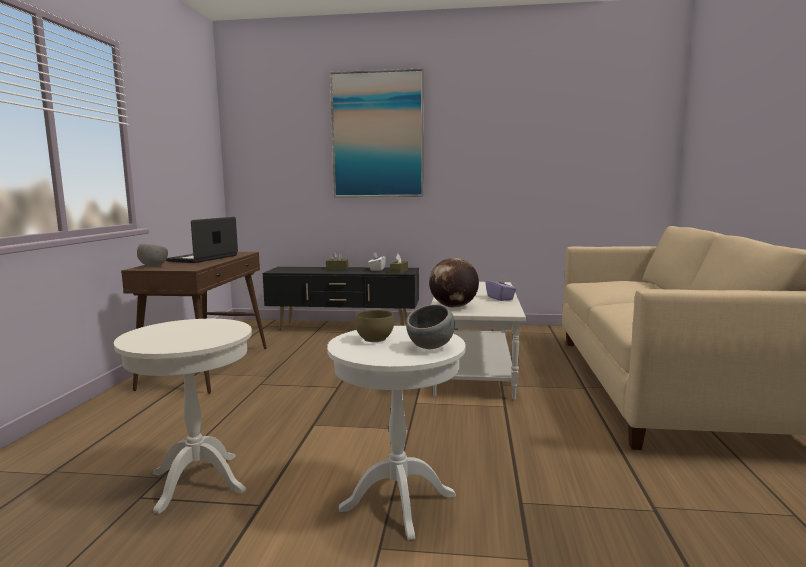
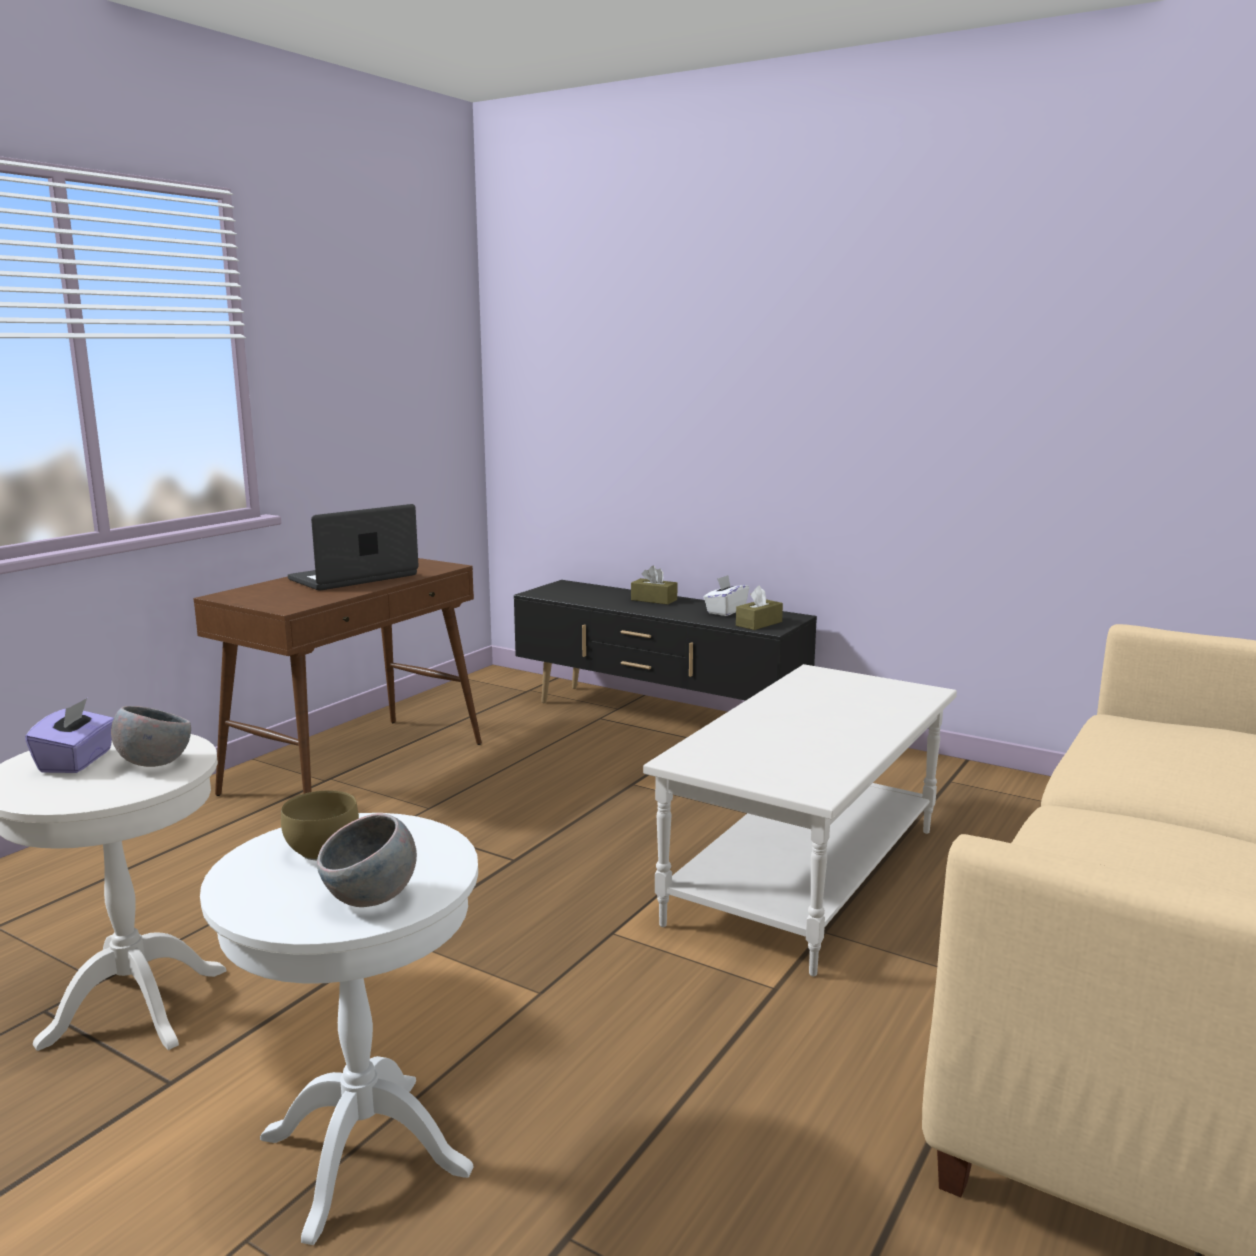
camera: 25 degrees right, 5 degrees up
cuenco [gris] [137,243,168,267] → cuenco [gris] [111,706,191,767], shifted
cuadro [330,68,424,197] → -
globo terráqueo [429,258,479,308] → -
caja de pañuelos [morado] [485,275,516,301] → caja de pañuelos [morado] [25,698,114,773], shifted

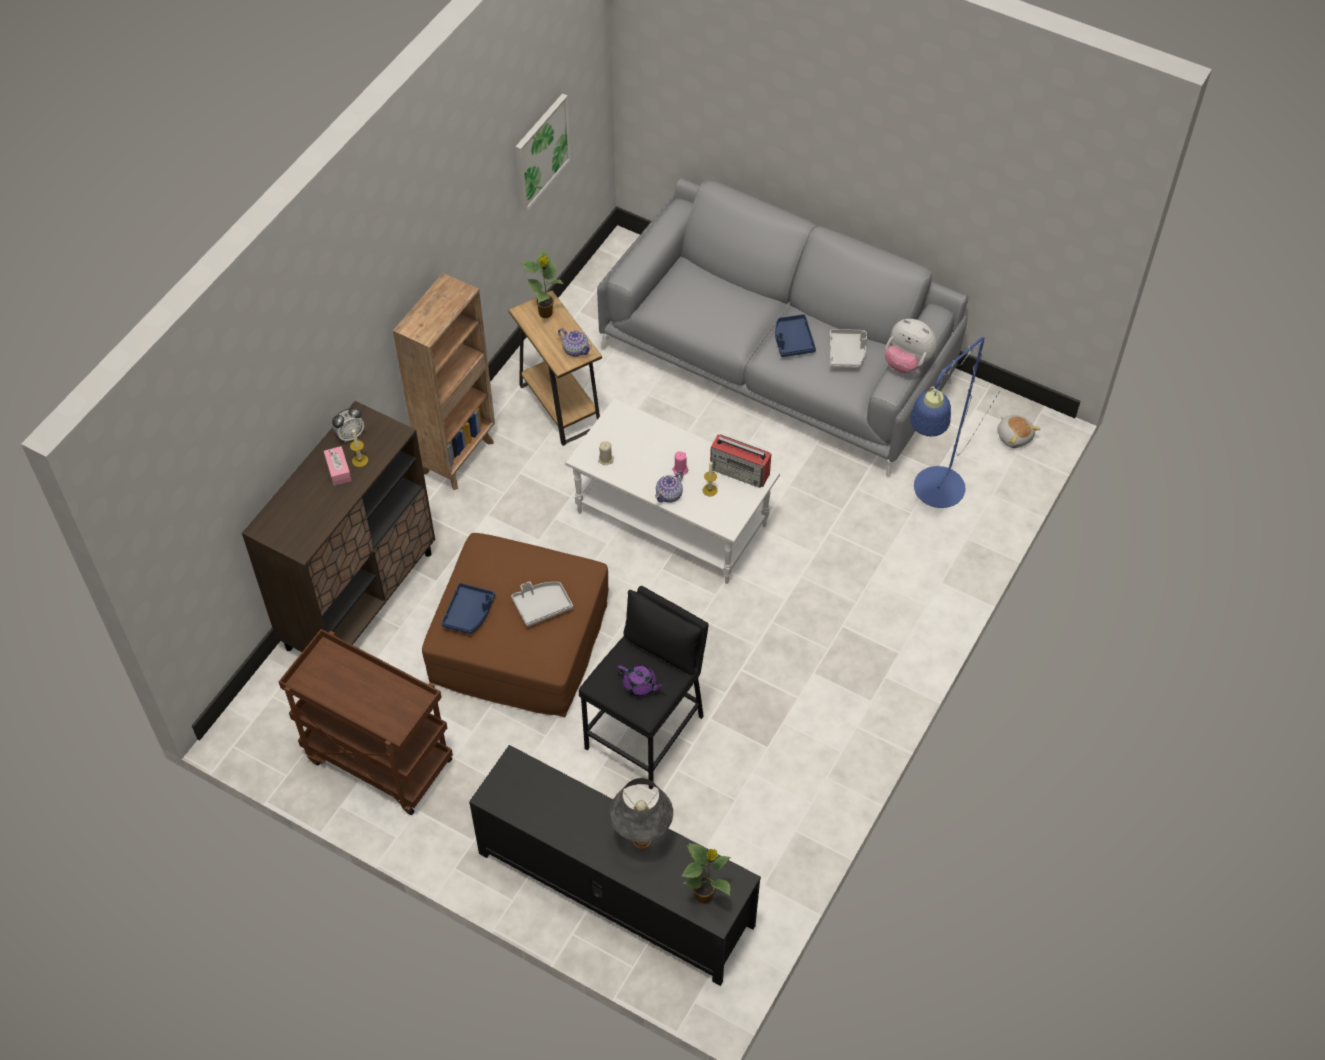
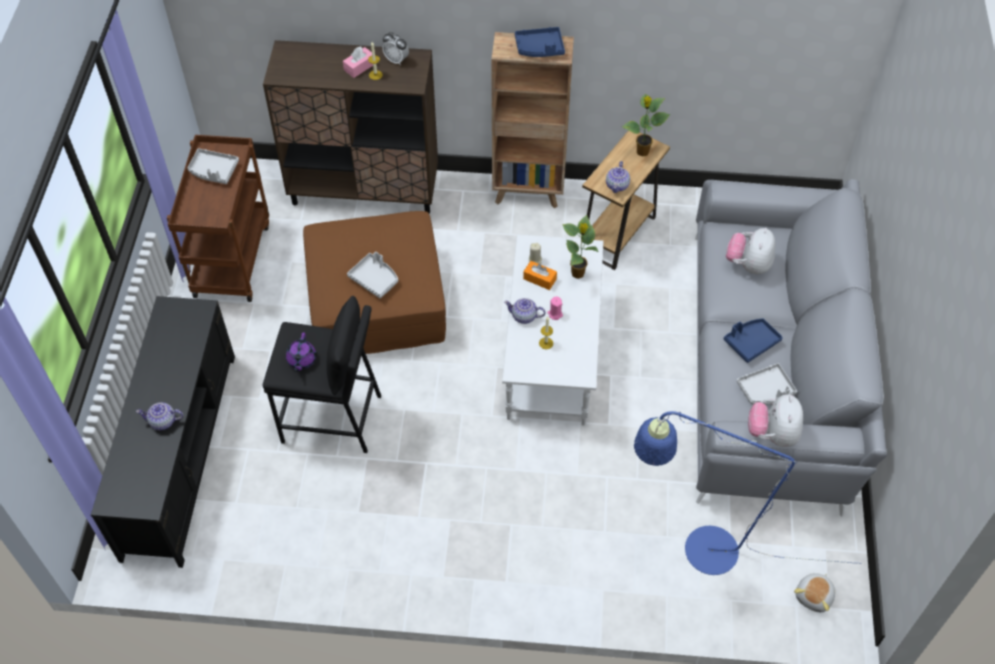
camera: 65 degrees right, 0 degrees up
bandeja [azul] [441,583,495,634] → bandeja [azul] [515,27,565,57], shifted
cuadro [515,93,571,212] → -
lámpara de mesa [gris] [609,778,673,849] → tetera [136,402,183,430]
planta en maceta [681,843,731,904] → planta en maceta [562,215,599,279], shifted
radio [710,434,771,488] → -
- → bandeja [gris] [187,148,239,184]
- → caja de pañuelos [naranja] [523,261,557,290]
- → peluche [726,228,775,274]

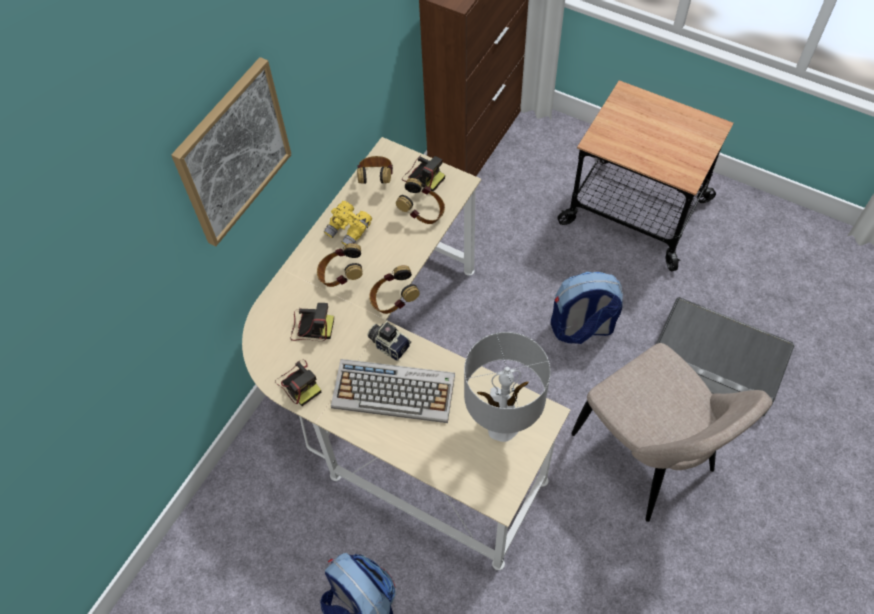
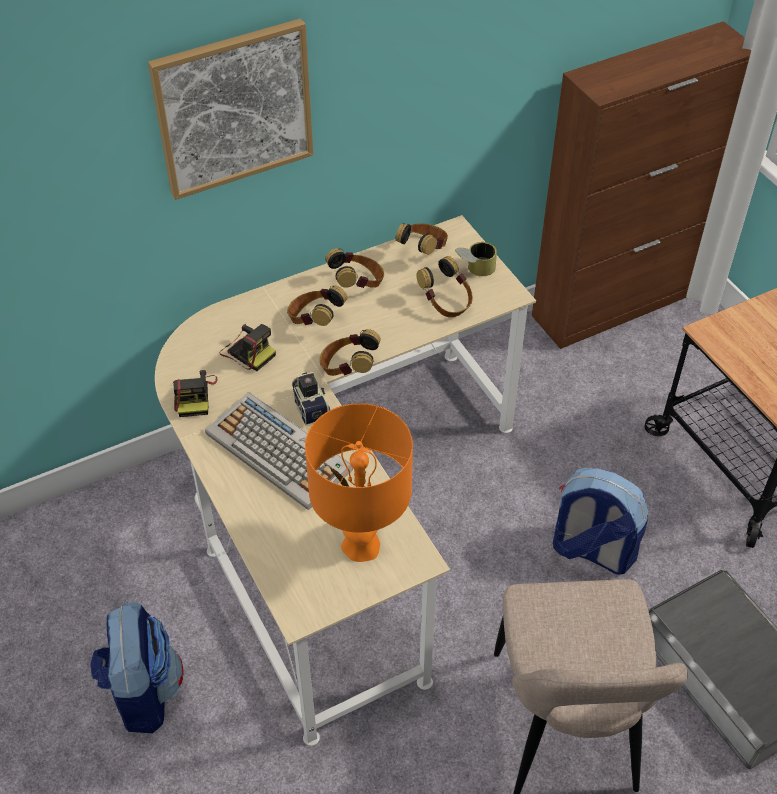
camera: 30 degrees right, 10 degrees down
prismáticos [amarillo] [324,201,372,245] → auriculares [325,248,384,288]
cámara [402,156,445,191] → lata [455,242,497,276]
lámpara de mesa [gris] [464,332,551,442] → lámpara de mesa [naranja] [305,403,413,562]

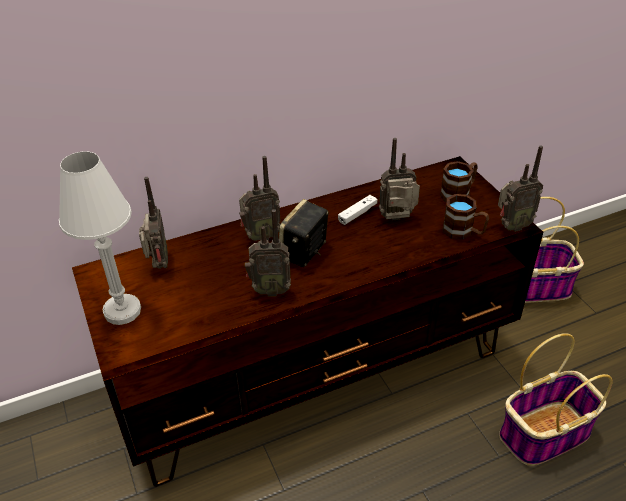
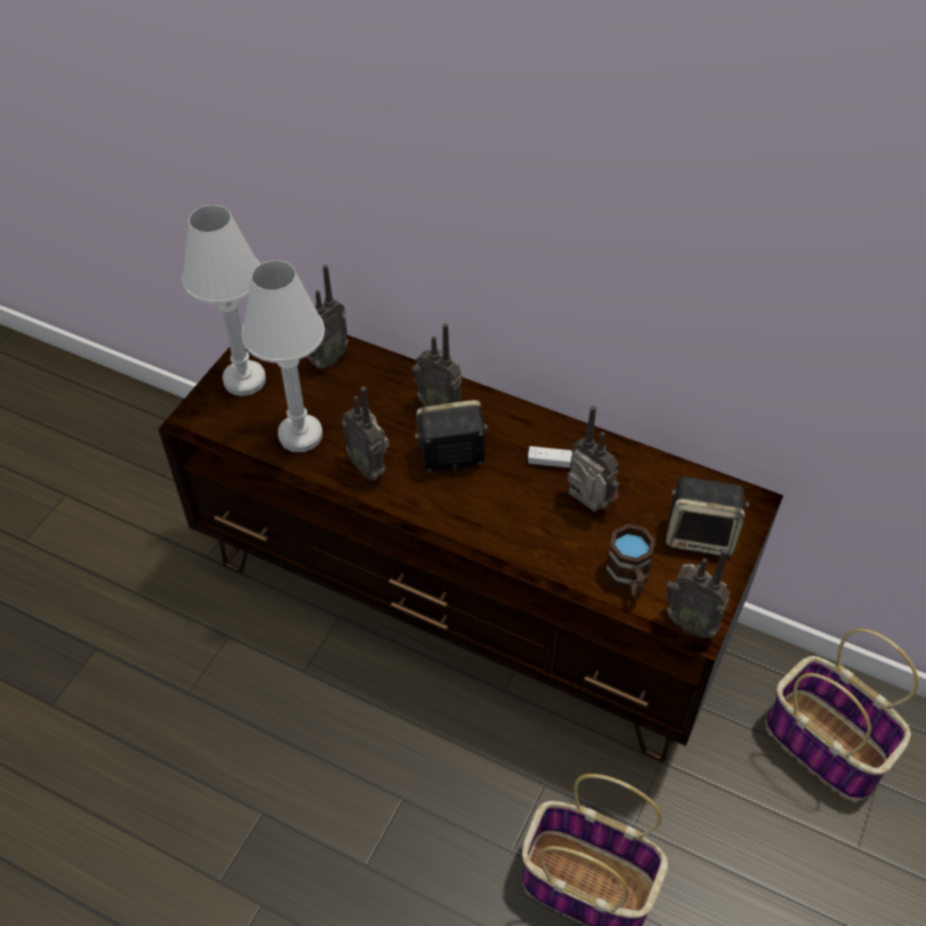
camera: 50 degrees right, 10 degrees up
taza grande [marrón] [440,161,478,202] → altavoz [666,476,749,557]
- → lámpara de mesa [blanco] [242,260,325,452]

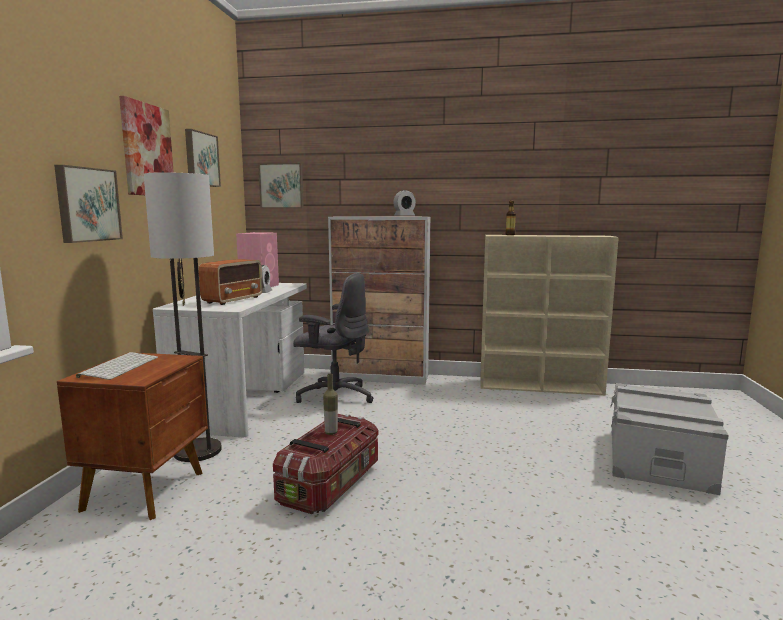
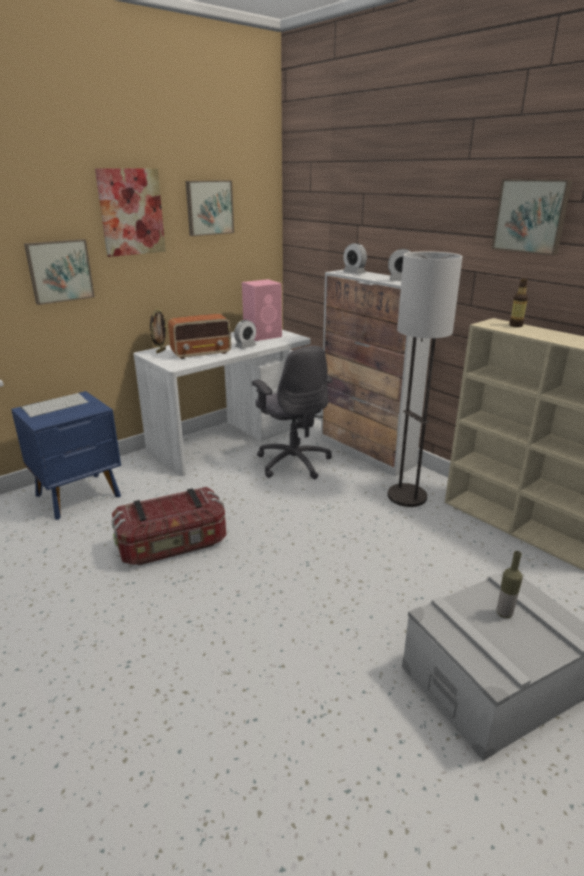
camera: 40 degrees right, 15 degrees up
mesita de noche [marrón] [57,352,208,520] → mesita de noche [azul] [11,391,121,520]
lámpara de pie [144,172,222,462] → lámpara de pie [387,251,463,507], shifted
cuadro [258,163,304,208] → cuadro [492,179,572,255], shifted
botella [323,374,338,435] → botella [497,551,523,618], shifted
- → despertador [343,243,367,274]

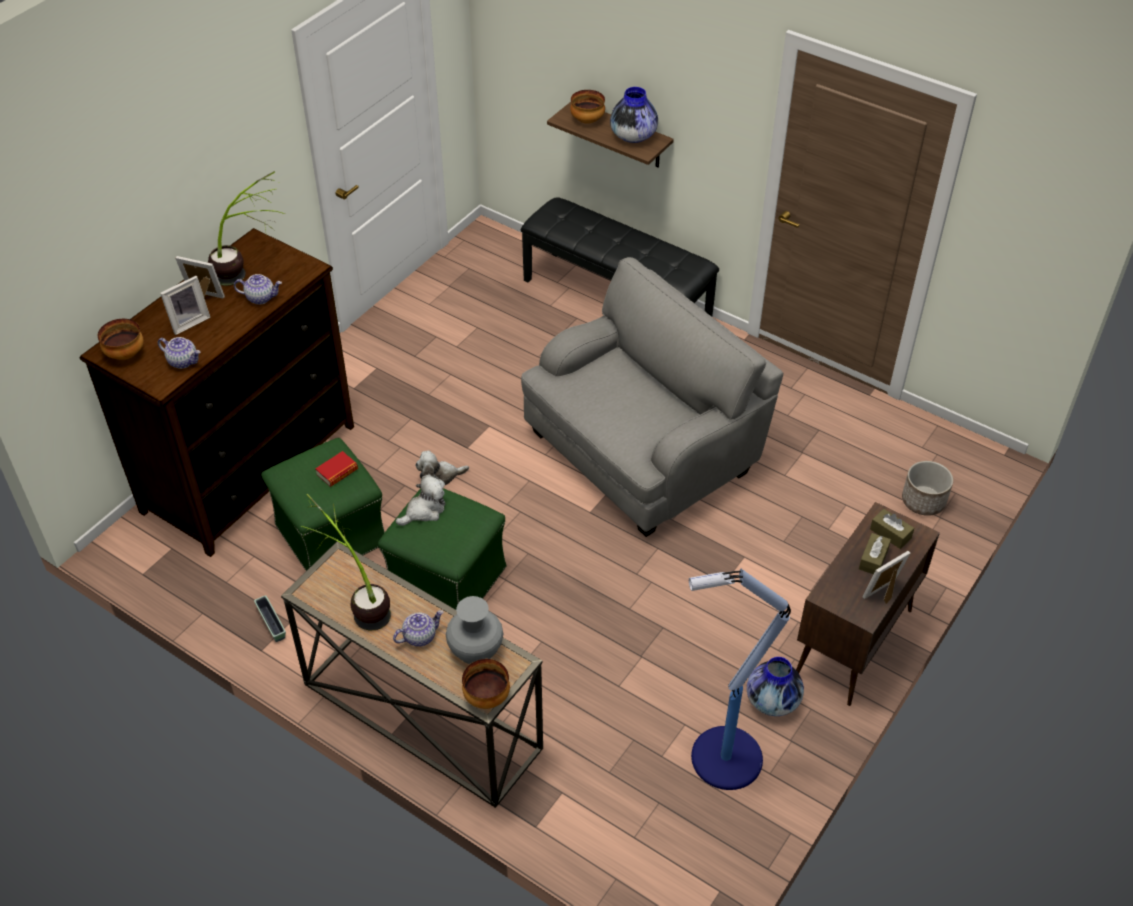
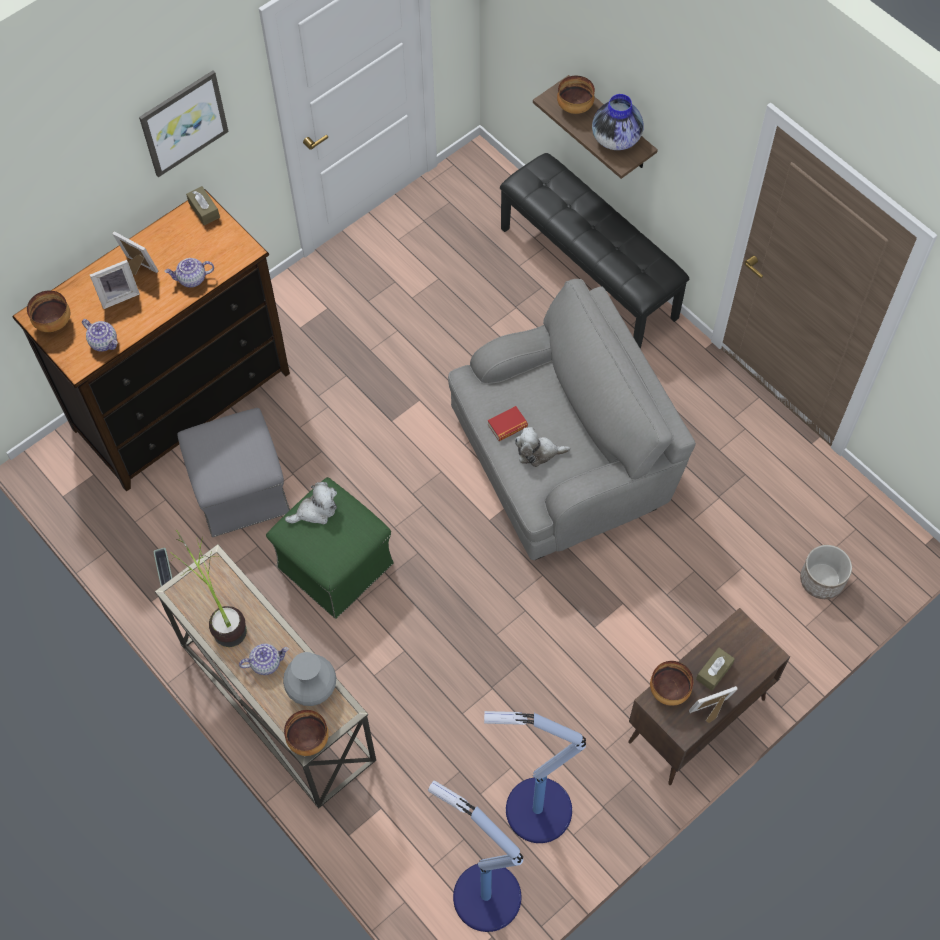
camera: 15 degrees right, 15 degrees up
planta en maceta [208,171,285,286] → -
tetera [234,274,282,305] → tetera [165,258,214,288], 150 degrees clockwise
puf [verde] [261,438,385,571] → puf [gris] [177,408,290,537]
libro [315,451,358,487] → libro [488,406,528,441], shifted
peluche [415,451,469,485] → peluche [515,427,571,467], shifted
florero [747,657,804,716] → -
caja de pañuelos [marrón] [870,509,914,549] → caja de pañuelos [marrón] [186,186,220,225], shifted
- → cuadro [139,70,229,177]
- → lámpara de pie [428,780,523,932]
- → cuenco [650,661,693,706]

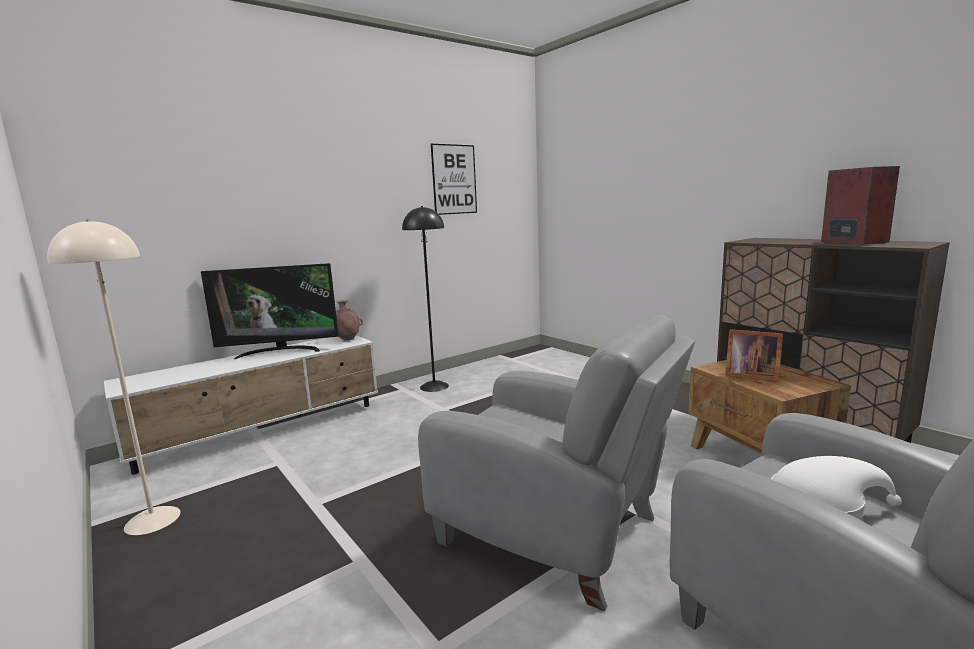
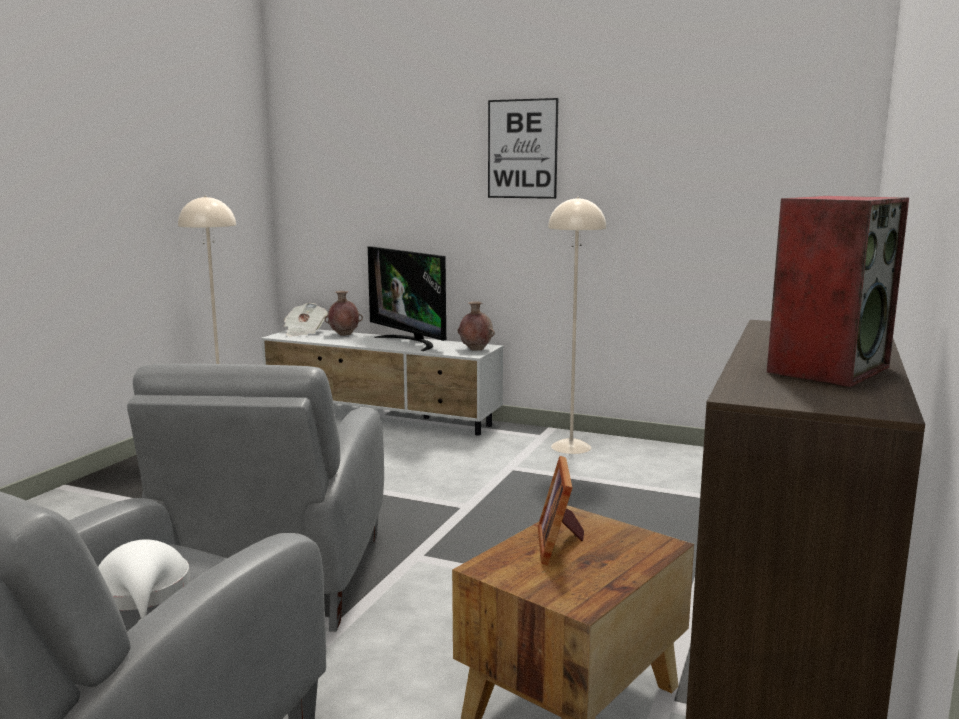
camera: 60 degrees right, 0 degrees up
lámpara de pie [negro] [402,206,449,392] → lámpara de pie [beis] [548,197,606,454]
cuadro [431,144,477,215] → cuadro [488,98,558,199], shifted
- → periódico [284,303,328,337]
- → florero [marrón] [325,291,363,336]

